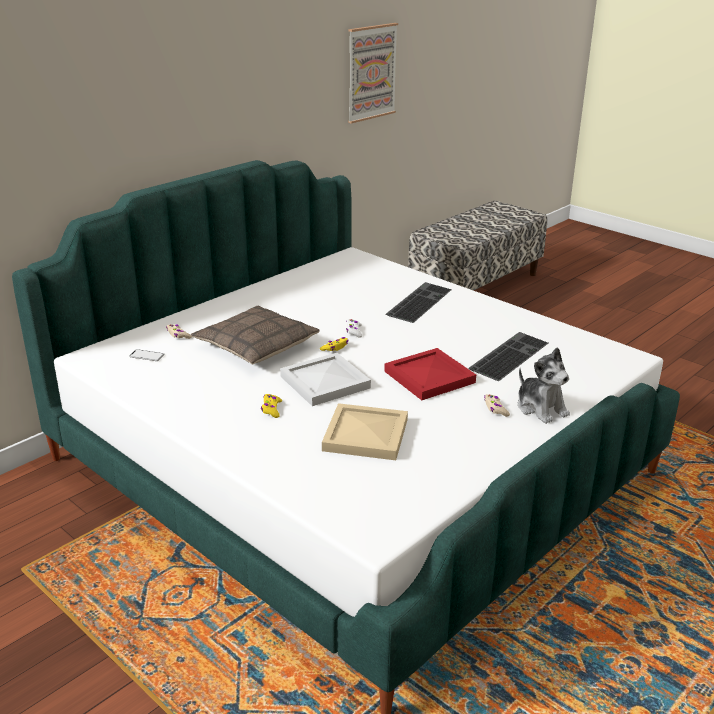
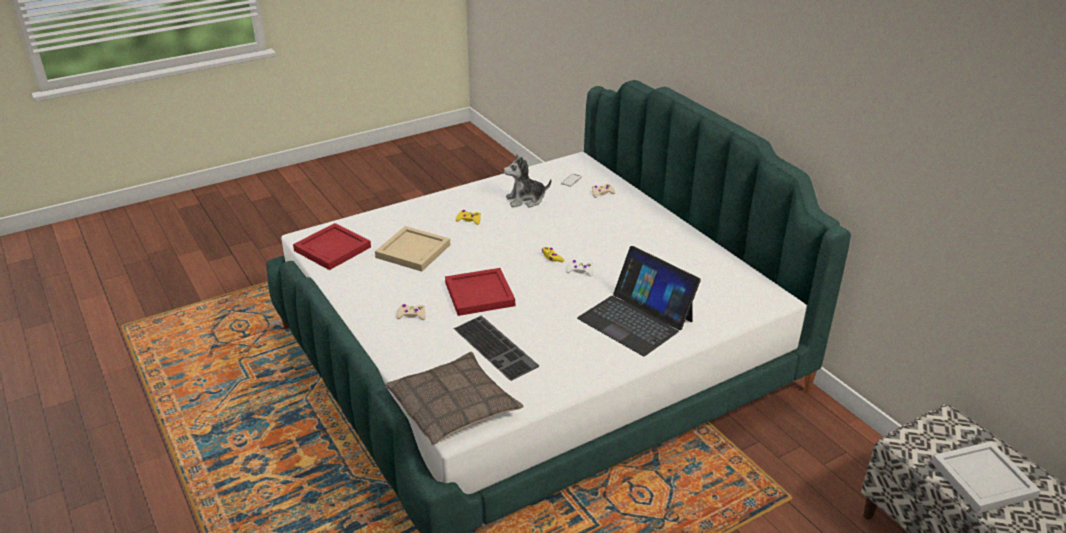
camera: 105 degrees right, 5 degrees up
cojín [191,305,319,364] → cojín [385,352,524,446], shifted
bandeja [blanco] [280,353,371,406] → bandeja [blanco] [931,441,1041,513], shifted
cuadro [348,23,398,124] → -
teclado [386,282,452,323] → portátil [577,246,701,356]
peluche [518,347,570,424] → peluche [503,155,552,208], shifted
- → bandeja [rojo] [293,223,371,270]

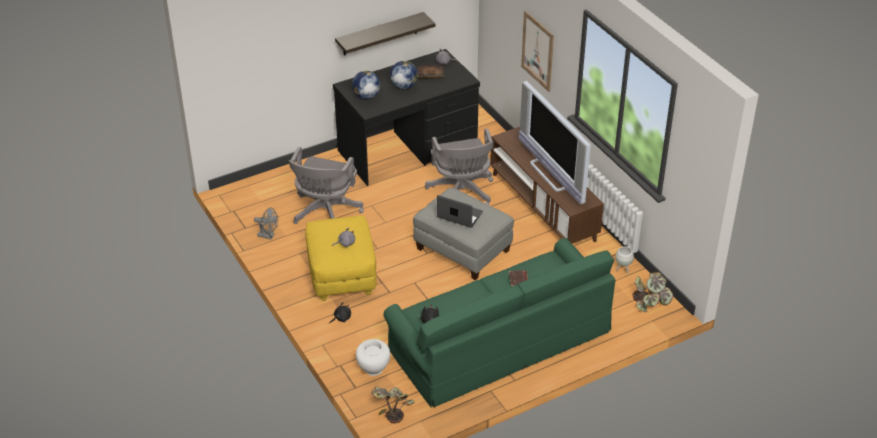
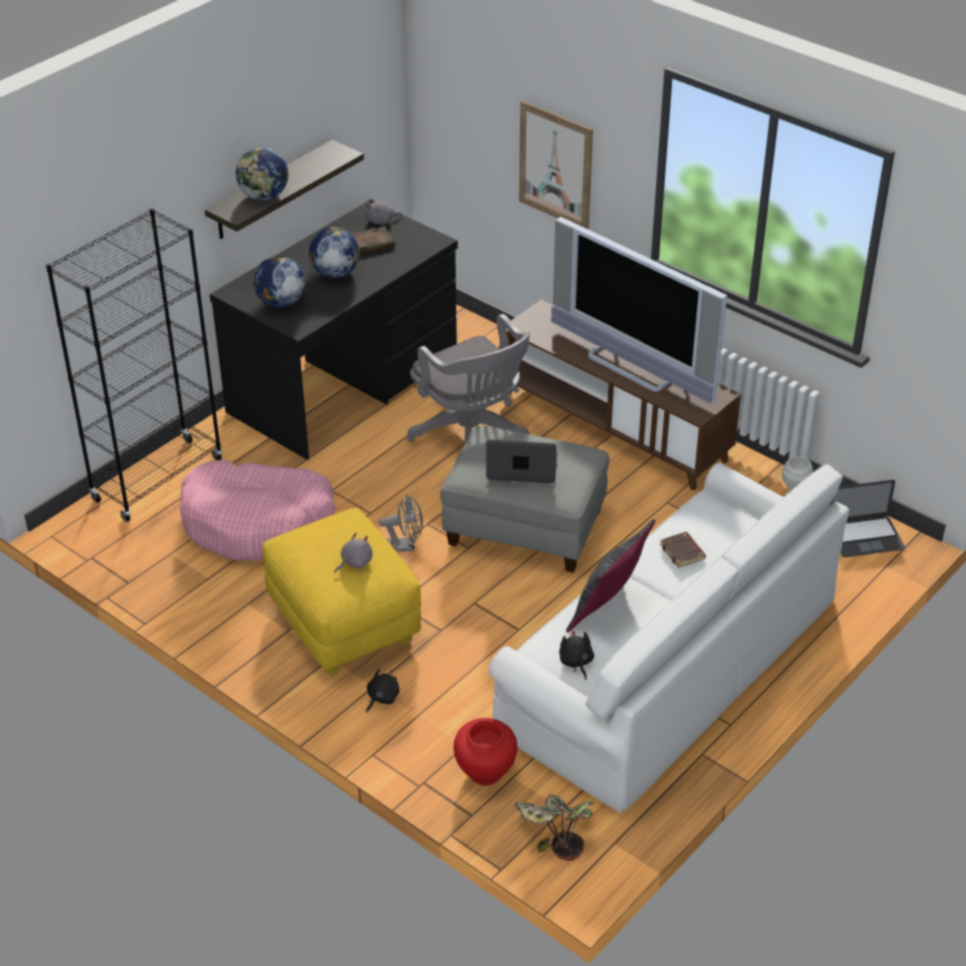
camera: 20 degrees left, 0 degrees up
ventilador [gris] [254,207,278,239] → ventilador [gris] [379,494,423,552], shifted
silla de oficina [gris] [289,147,364,224] → cama para perro [rosa] [180,459,336,561]
florero [blanco] [356,339,390,376] → florero [rojo] [454,718,517,786]
sofá [verde] [383,238,615,407] → sofá [blanco] [488,462,849,813]
planta en maceta [632,272,673,312] → portátil [829,480,905,557]
- → estantería [negro] [46,208,222,522]
- → globo terráqueo [236,147,288,200]
- → cojín [gris] [566,519,656,632]

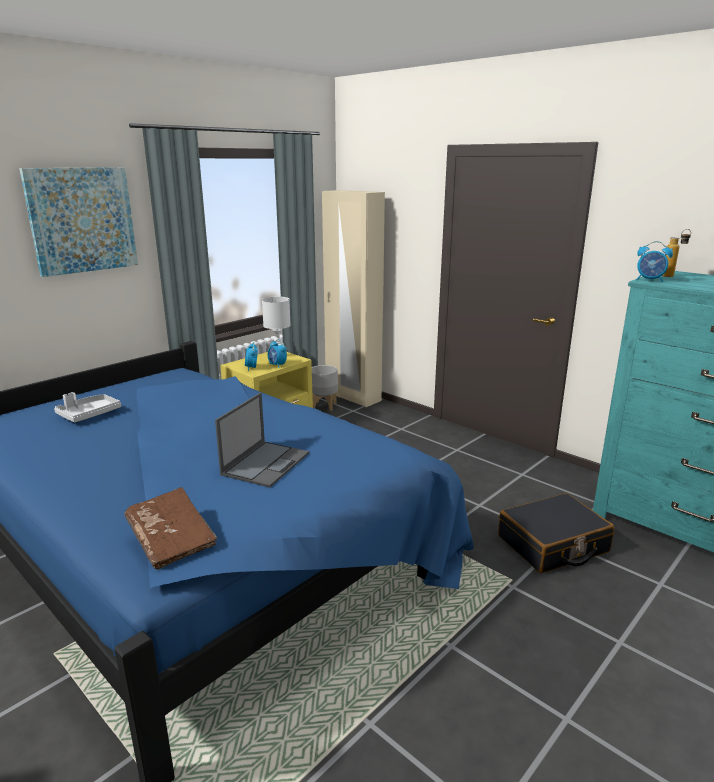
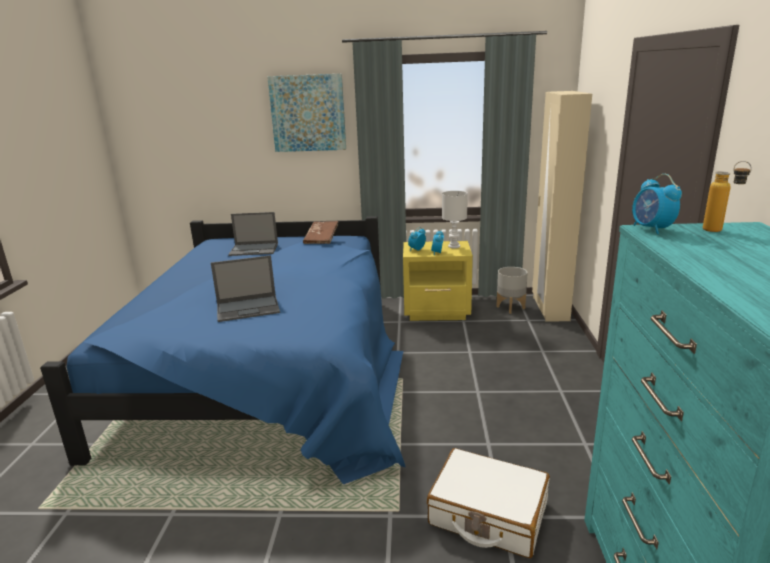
camera: 50 degrees right, 0 degrees up
bandeja [gris] [54,392,121,423] → portátil [228,212,278,256]
libro [marrón] [125,487,217,570] → libro [marrón] [303,221,338,244], shifted
maleta [negro] [498,493,614,573] → maleta [blanco] [427,448,550,558]

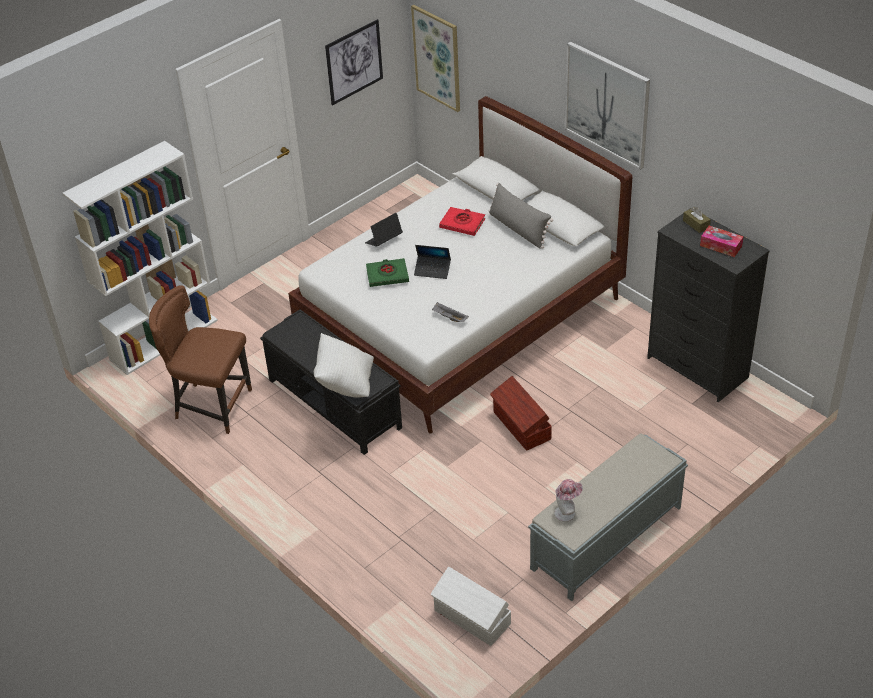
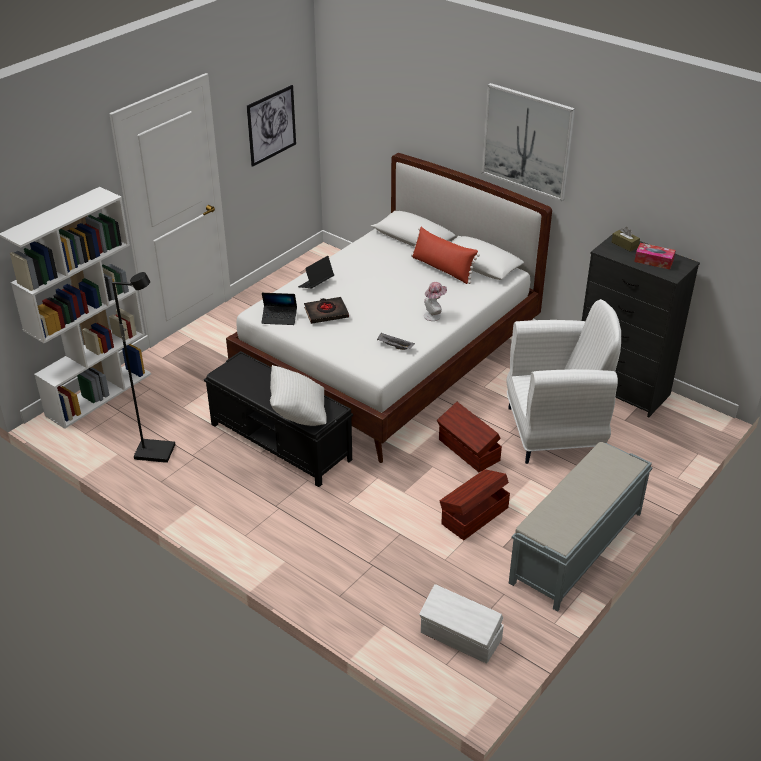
camera: 10 degrees left, 5 degrees down
silla [marrón] [149,285,252,434] → lámpara de pie [negro] [112,272,175,463]
libro [verde] [366,258,409,287] → libro [negro] [304,297,349,324]
cuadro [411,5,460,112] → -
portátil [414,245,451,279] → portátil [261,293,297,325], shifted
libro [rojo] [439,207,485,236] → -
cojín [gris] [488,183,553,249] → cojín [rojo] [411,227,480,284]
sombrero [555,479,583,522] → sombrero [424,282,447,321], shifted
- → caja de almacenaje [marrón] [440,469,510,540]
- → sillón [blanco] [507,299,621,464]

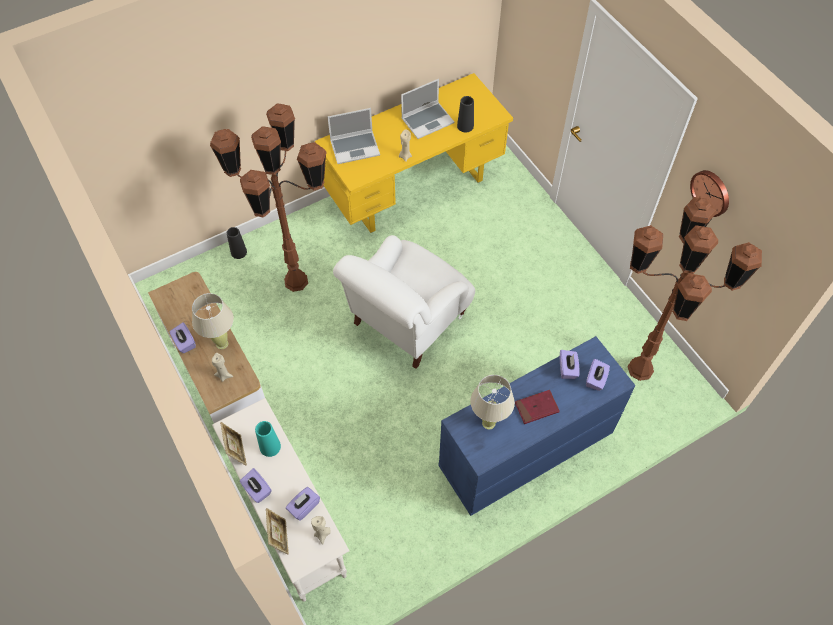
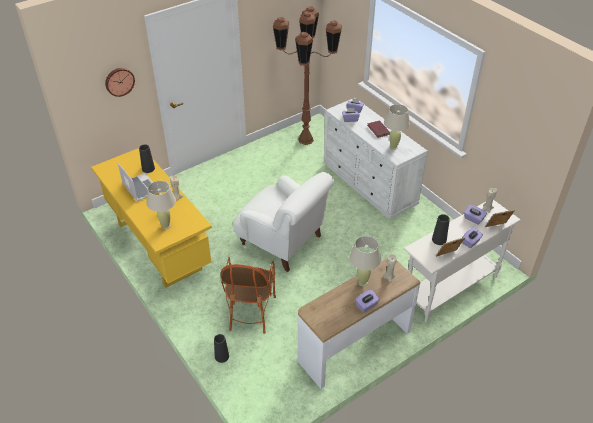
camera: 95 degrees left, 15 degrees down
lámpara de pie [marrón] [210,103,327,292] → sillón [221,257,276,334]
florero [turquesa] [255,421,281,457] → florero [negro] [432,214,450,245]
portátil [328,108,380,164] → lámpara de mesa [beis] [146,181,176,229]
cómoda [azul] [438,336,635,516] → cómoda [blanco] [324,99,428,219]
reloj de pared [690,170,729,217] → reloj de pared [105,68,135,97], shifted

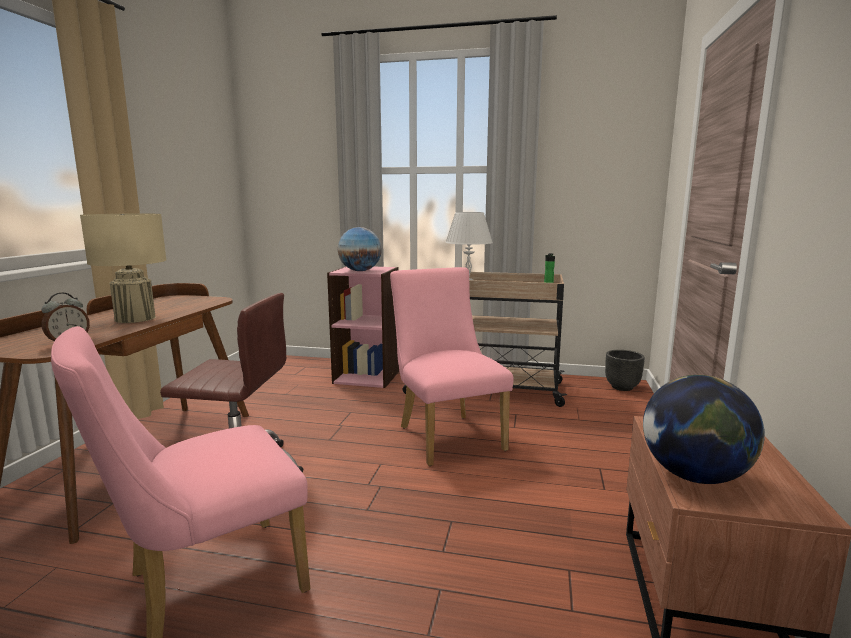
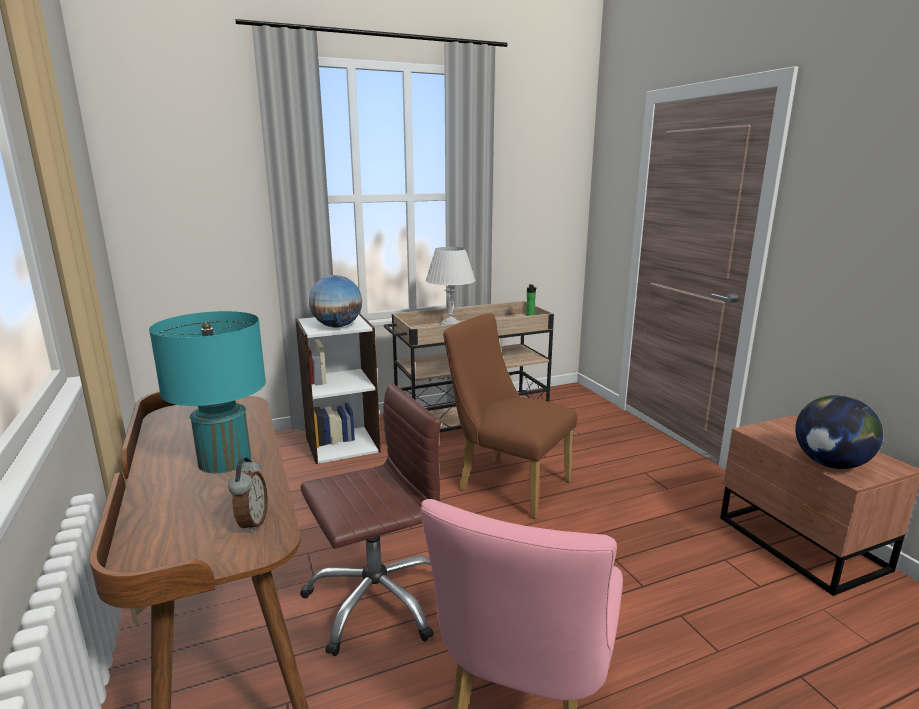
camera: 35 degrees left, 5 degrees up
lámpara de mesa [beis] [80,214,166,323] → lámpara de mesa [turquesa] [149,311,266,473]
estantería [rosa] [327,266,399,388] → estantería [blanco] [295,314,381,464]
silla [rosa] [390,267,514,466] → silla [marrón] [443,313,577,519]
maceta [negro] [605,350,645,391] → -

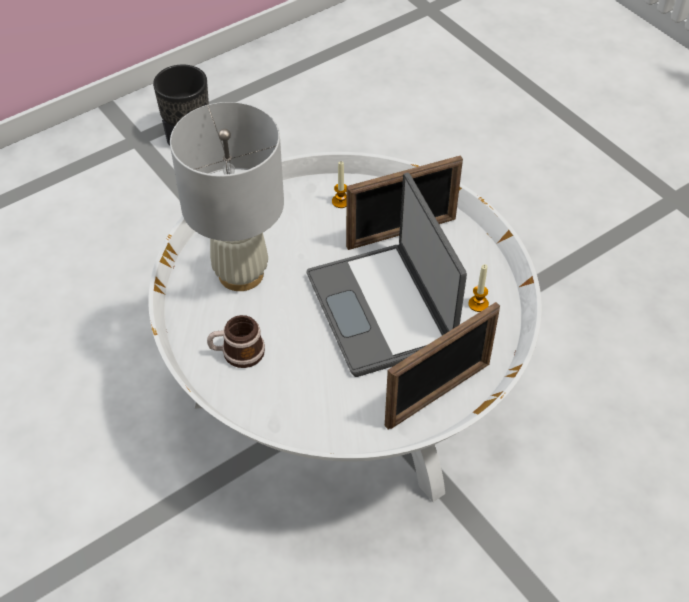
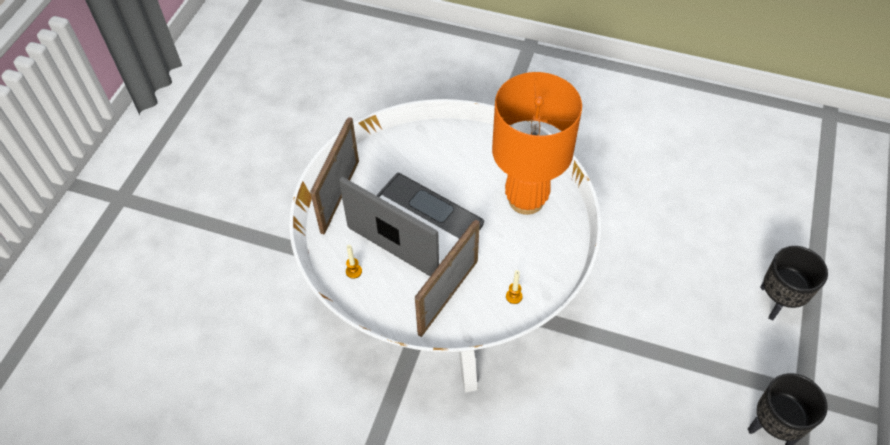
camera: 145 degrees right, 5 degrees up
lámpara de mesa [blanco] [170,102,284,291] → lámpara de mesa [naranja] [492,72,582,215]
taza grande [207,315,265,368] → -
- → maceta [negro] [760,246,828,320]

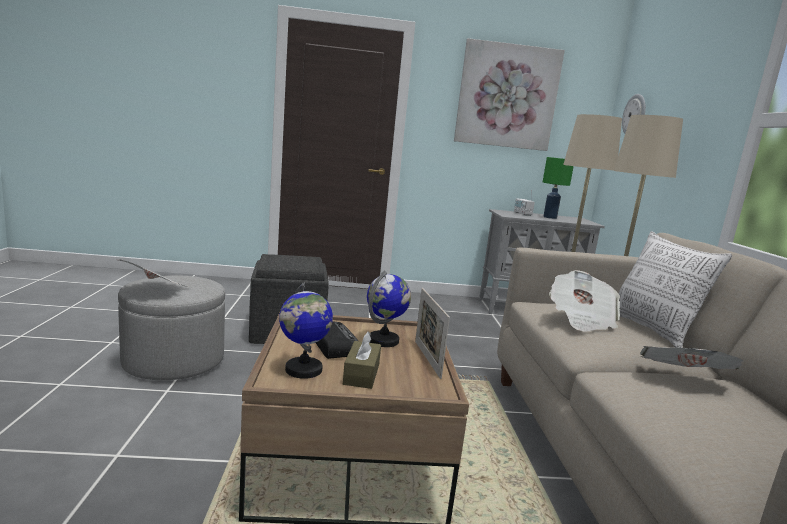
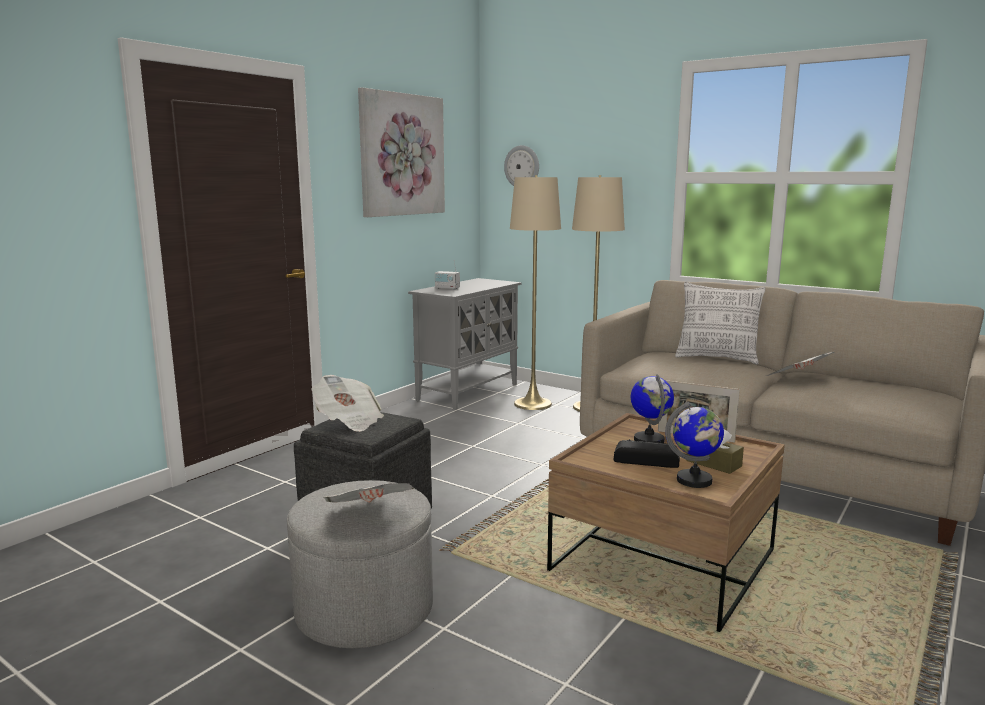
camera: 50 degrees left, 0 degrees up
lámpara de mesa [verde] [543,157,574,219] → -
periódico [549,270,620,332] → periódico [311,375,384,432], shifted

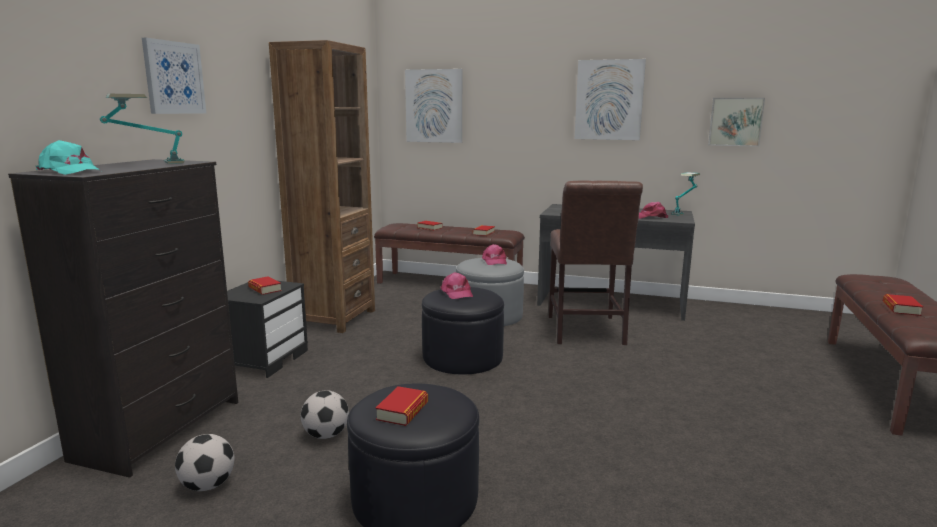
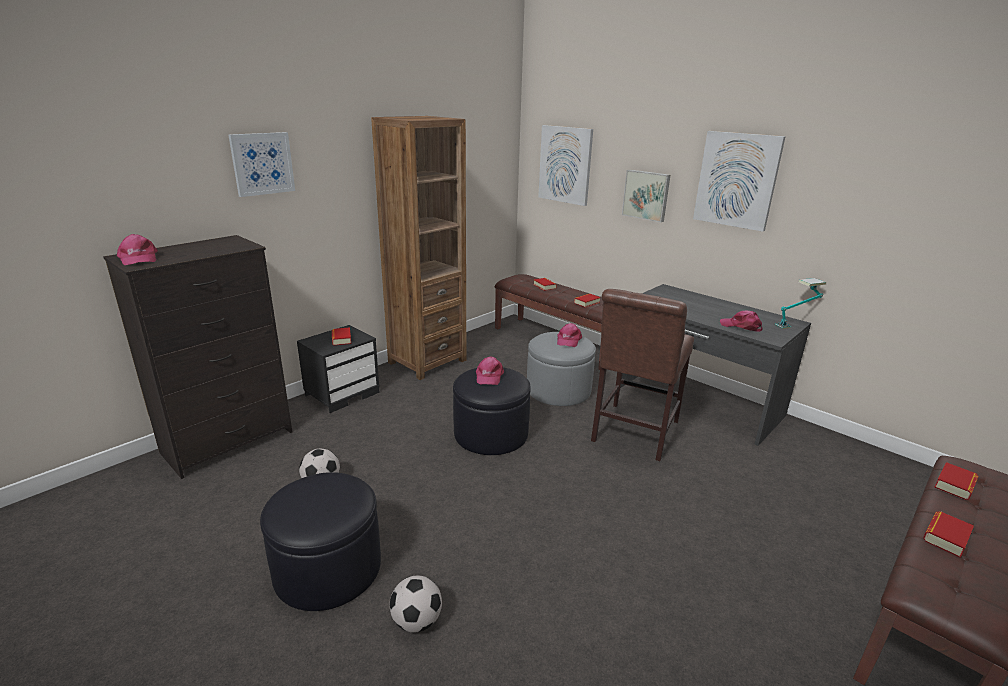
camera: 25 degrees right, 10 degrees up
gorra [turquesa] [36,140,101,175] → gorra [rosa] [117,234,158,265]
lámpara de mesa [100,94,185,164] → -
balón de fútbol [175,434,234,491] → balón de fútbol [390,576,442,632], shifted
libro [375,386,428,426] → libro [934,462,978,500], shifted
cuadro [708,98,765,147] → cuadro [622,169,670,222], shifted

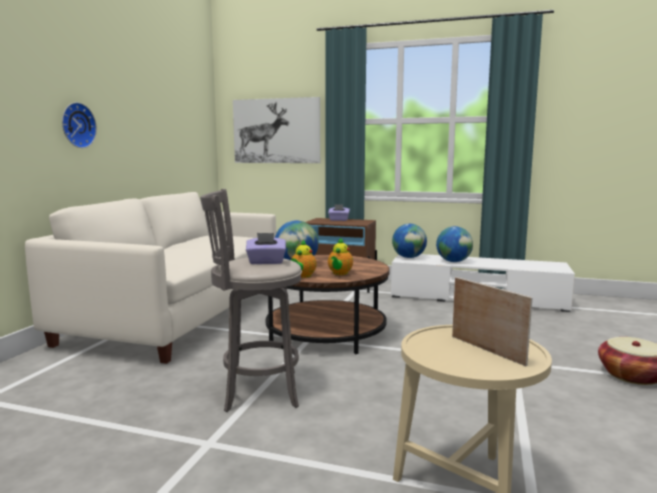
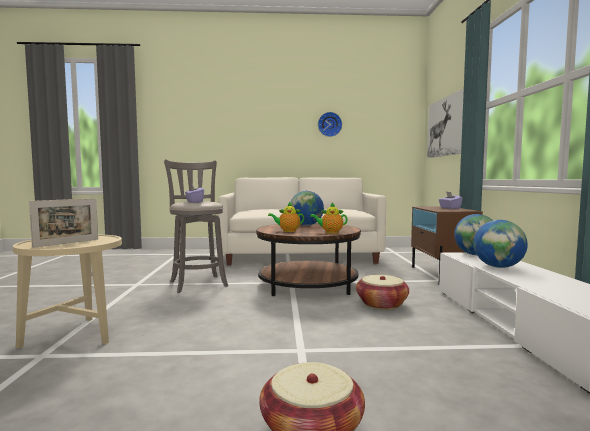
camera: 70 degrees right, 5 degrees down
reloj de pared [62,102,97,148] → reloj de pared [318,112,342,137], shifted
tetera [291,240,317,278] → tetera [310,203,348,233], shifted
- → cesta [356,275,409,310]

